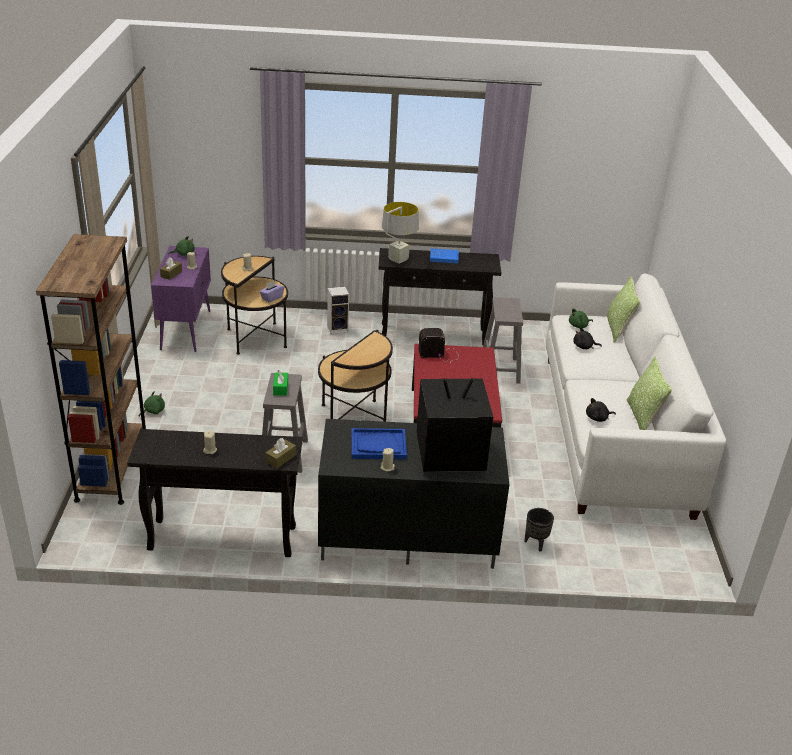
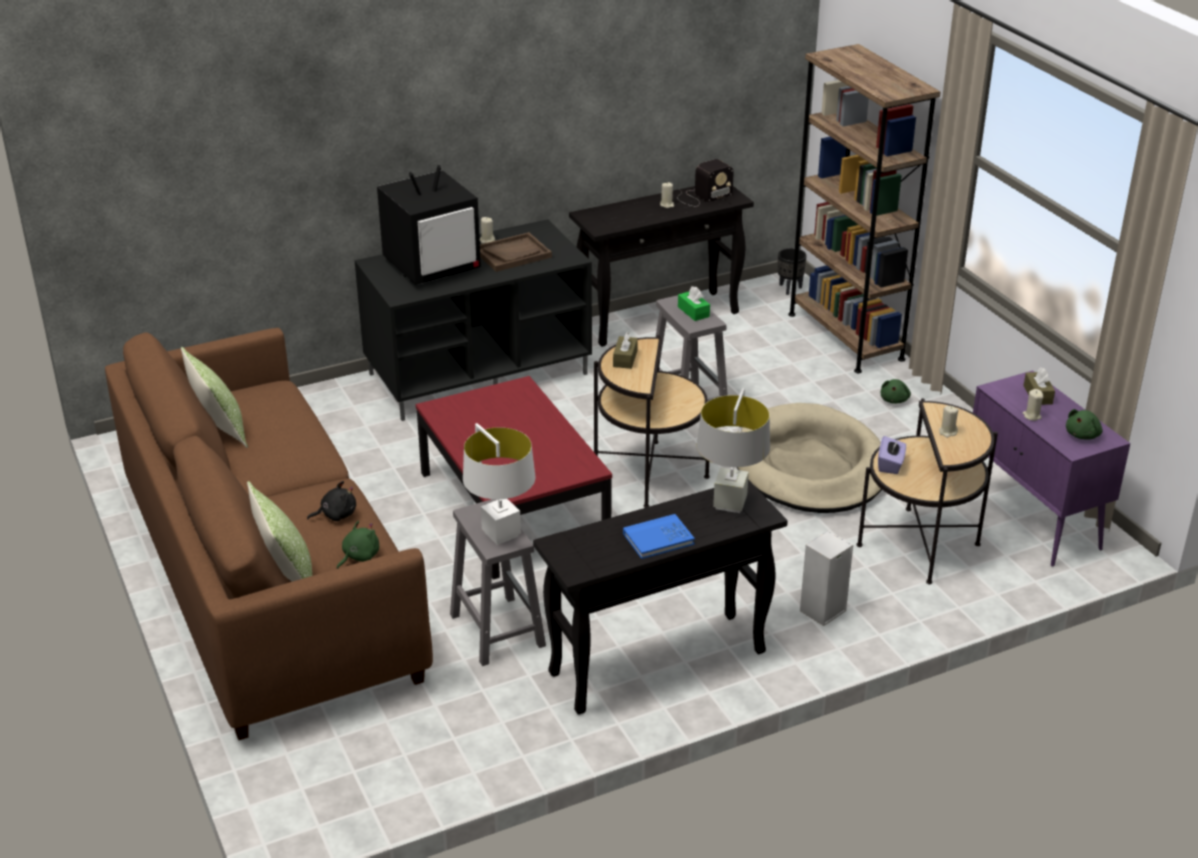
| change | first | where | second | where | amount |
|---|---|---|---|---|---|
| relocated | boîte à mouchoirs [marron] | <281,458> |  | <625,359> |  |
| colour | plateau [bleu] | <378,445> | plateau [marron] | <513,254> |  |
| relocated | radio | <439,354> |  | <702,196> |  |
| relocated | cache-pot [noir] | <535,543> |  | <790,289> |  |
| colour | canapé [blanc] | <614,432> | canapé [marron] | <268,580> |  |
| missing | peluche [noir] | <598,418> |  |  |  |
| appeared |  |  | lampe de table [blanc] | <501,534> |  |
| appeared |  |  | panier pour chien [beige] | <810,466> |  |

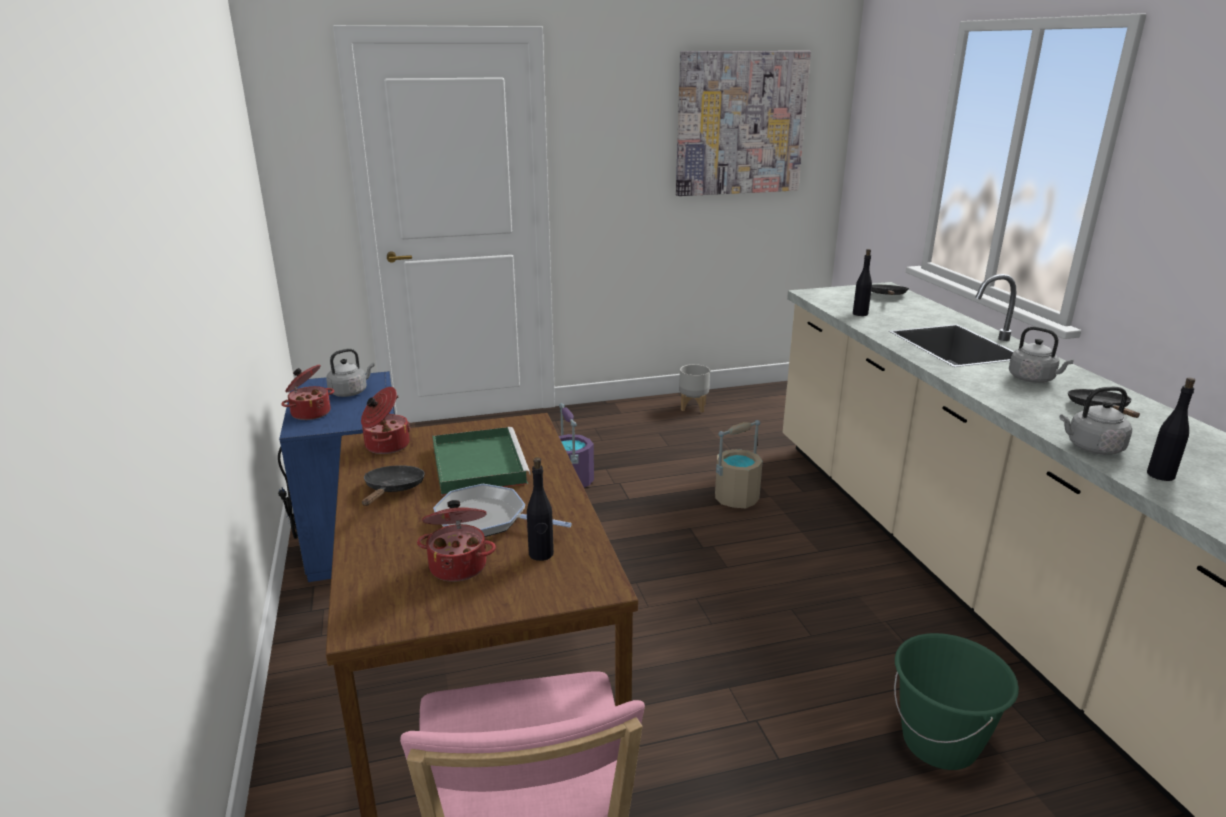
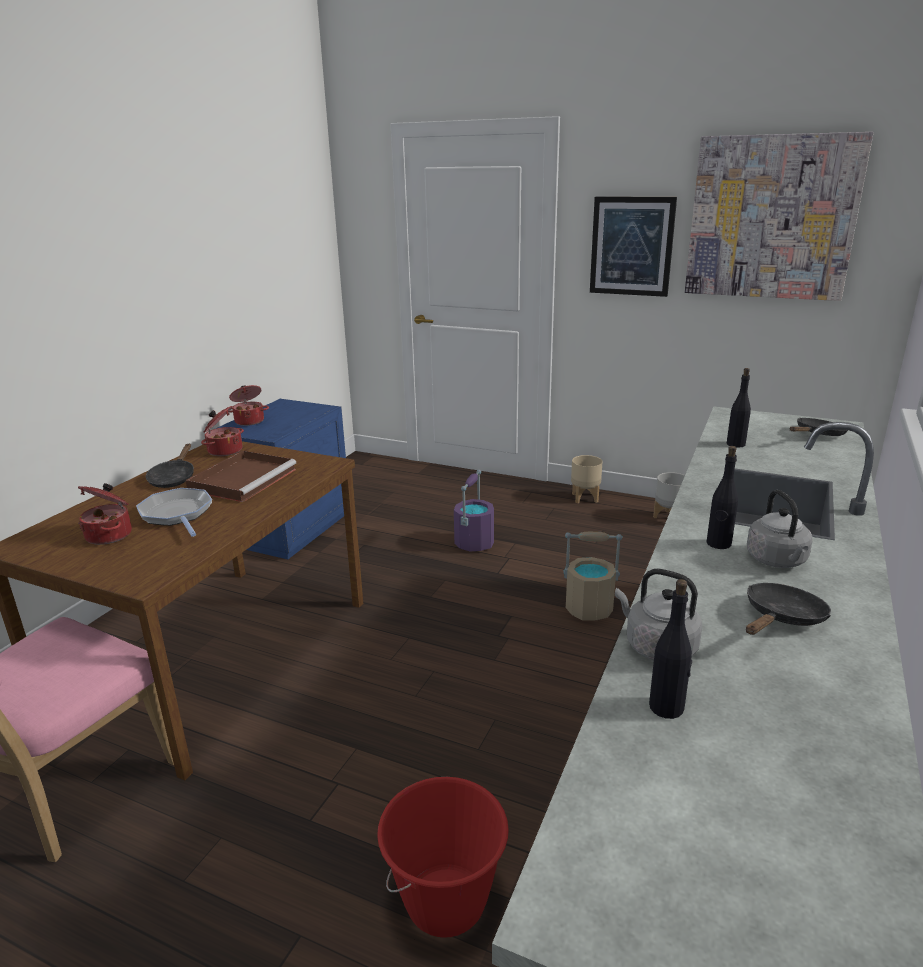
| change | first | where | second | where | amount |
|---|---|---|---|---|---|
| missing | bouilloire [gris] | <350,392> |  |  |  |
| spun | poêle [noir] | <393,490> |  | <173,478> | 135 degrees clockwise |
| colour | plateau [vert] | <477,464> | plateau [marron] | <244,479> |  |
| relocated | bouteille [noir] | <541,554> |  | <718,544> |  |
| colour | seau [vert] | <939,743> | seau [rouge] | <446,902> |  |
| appeared |  |  | cache-pot [beige] | <585,498> |  |
| appeared |  |  | tableau | <631,246> |  |

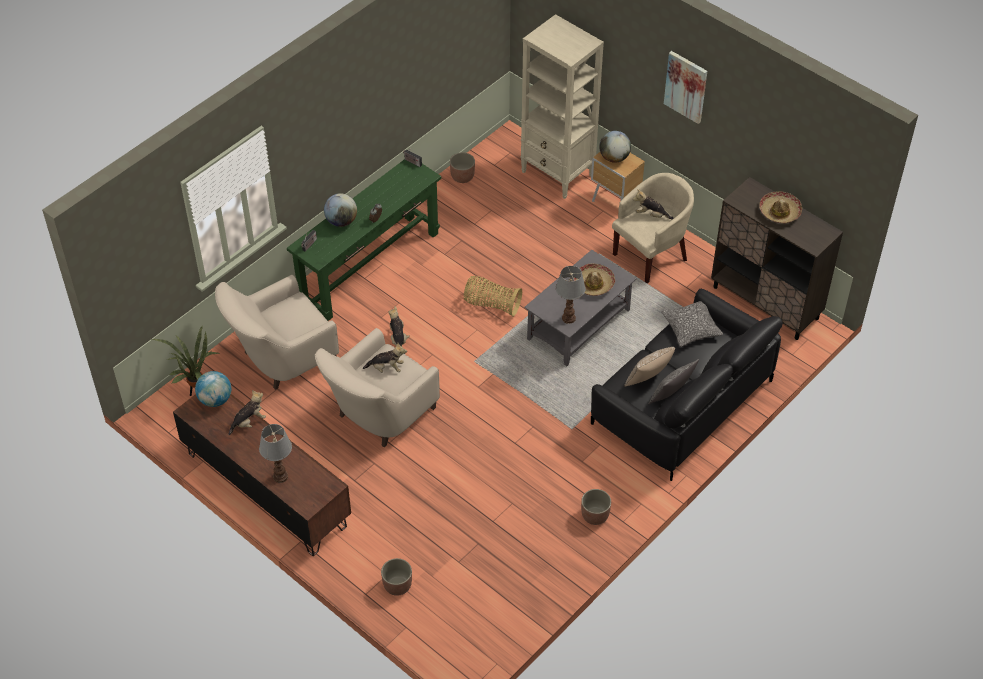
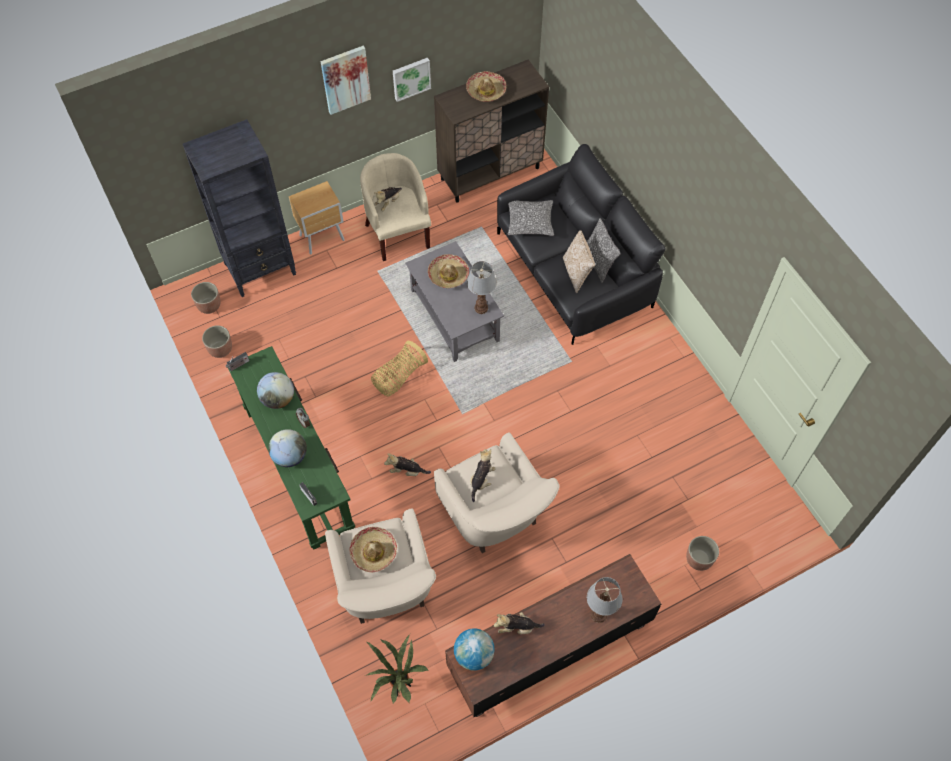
| change | first | where | second | where | amount |
|---|---|---|---|---|---|
| spun | peluche | <249,422> |  | <517,627> | 75 degrees counterclockwise |
| colour | bibliothèque [beige] | <558,174> | bibliothèque [noir] | <261,269> |  |
| relocated | cache-pot | <595,515> |  | <209,305> |  |
| relocated | globe | <614,158> |  | <278,399> |  |
| appeared |  |  | chapeau | <373,552> |  |
| appeared |  |  | tableau | <411,78> |  |

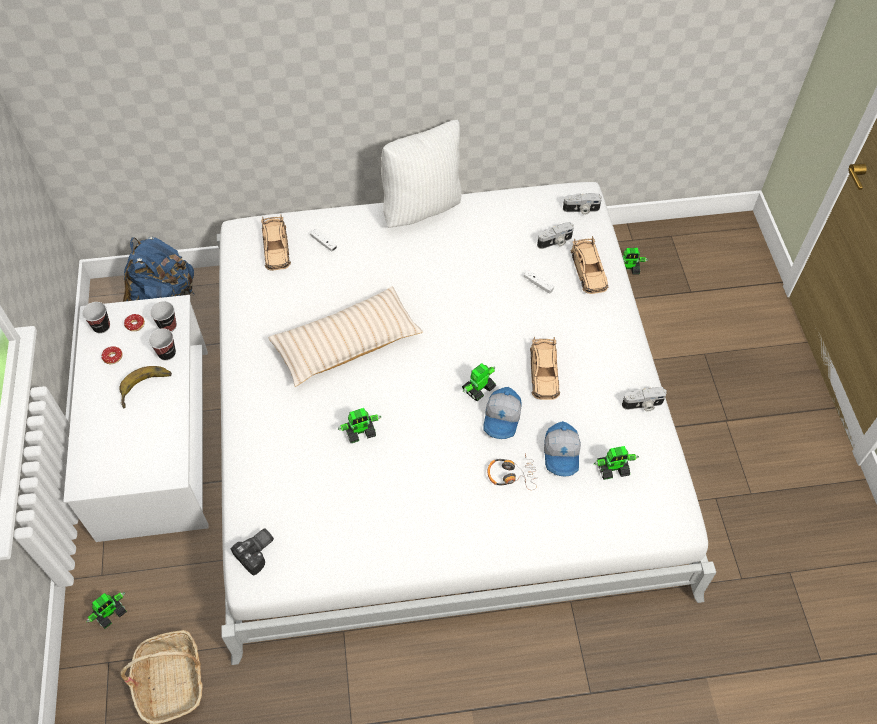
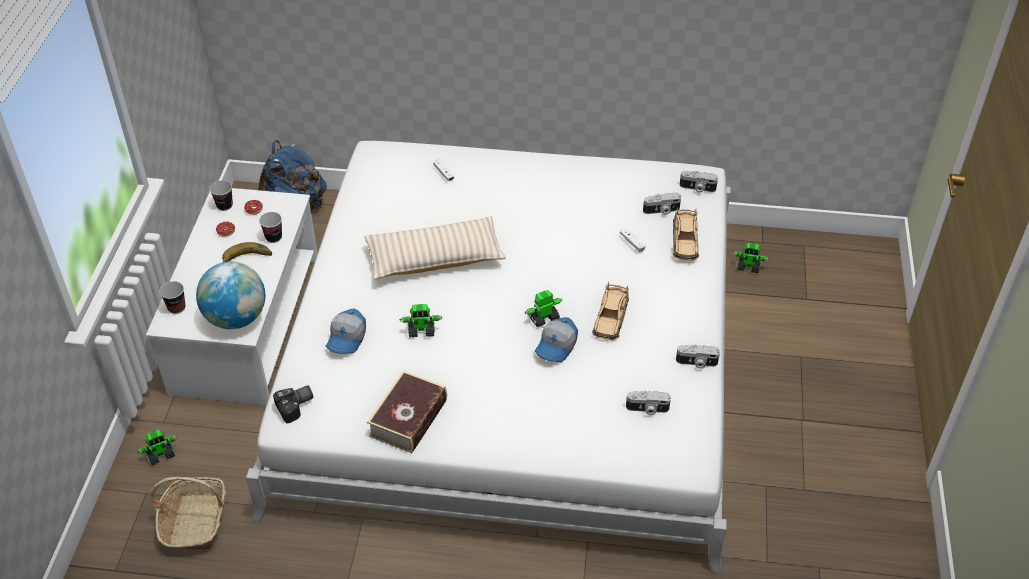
| change | first | where | second | where | amount |
|---|---|---|---|---|---|
| relocated | tasse | <168,326> |  | <176,308> |  |
| missing | petite voiture [beige] | <276,248> |  |  |  |
| missing | coussin [blanc] | <422,207> |  |  |  |
| missing | casque audio | <511,475> |  |  |  |
| relocated | casquette | <562,454> |  | <347,339> |  |
| exchanged | robot jouet | <613,469> | appareil photo | <647,409> |  |
| appeared |  |  | globe | <236,318> |  |
| appeared |  |  | livre | <408,418> |  |

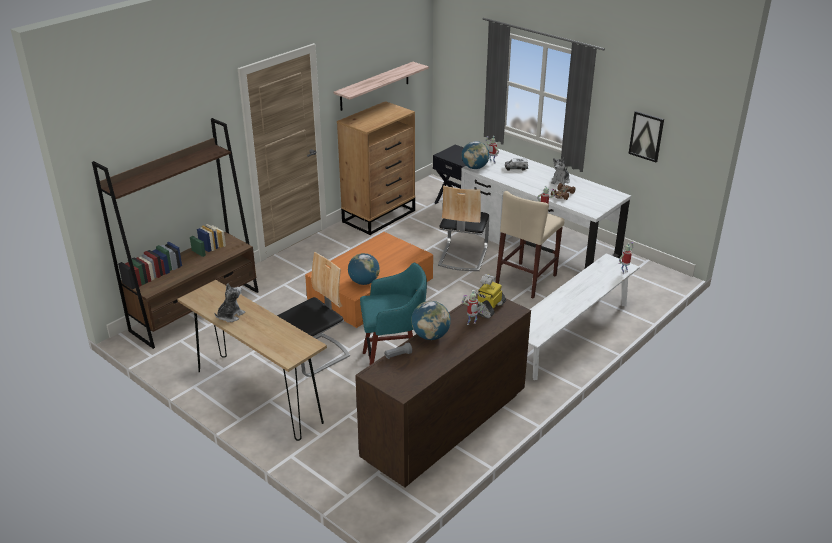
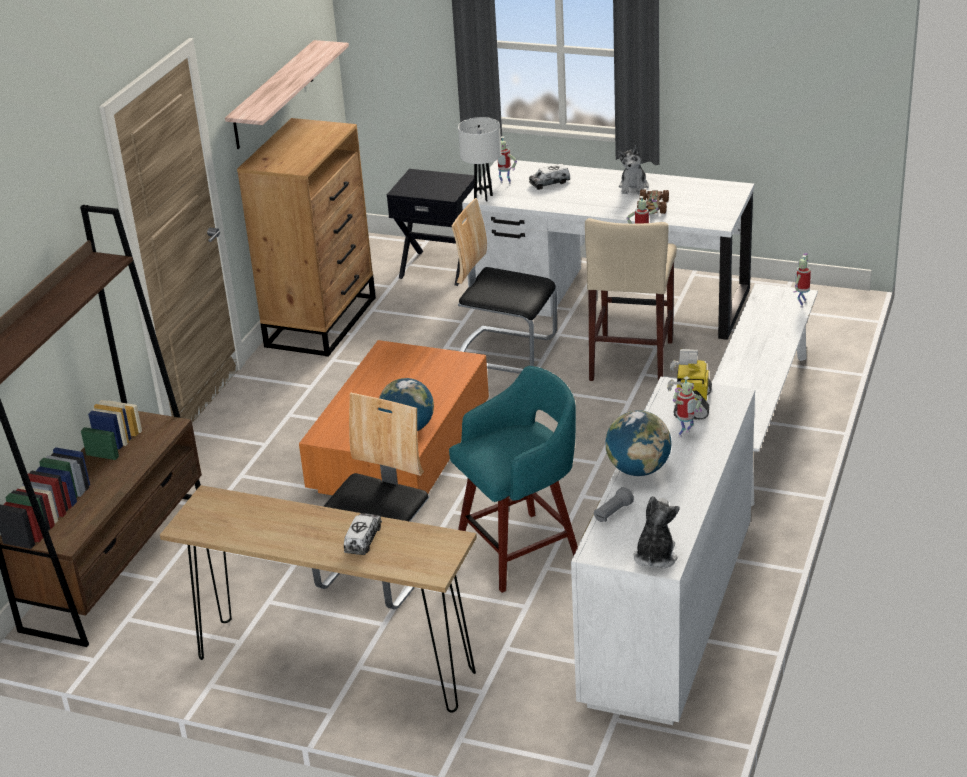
| change | first | where | second | where | amount |
|---|---|---|---|---|---|
| relocated | peluche | <230,316> |  | <655,556> |  |
| colour | commode [marron] | <444,427> | commode [blanc] | <667,618> |  |
| spun | chaise | <462,256> |  | <506,350> | 120 degrees clockwise |
| exchanged | globe | <475,167> | lampe de table [blanc] | <483,197> |  |
| missing | tableau | <646,136> |  |  |  |
| appeared |  |  | camion jouet | <363,540> |  |

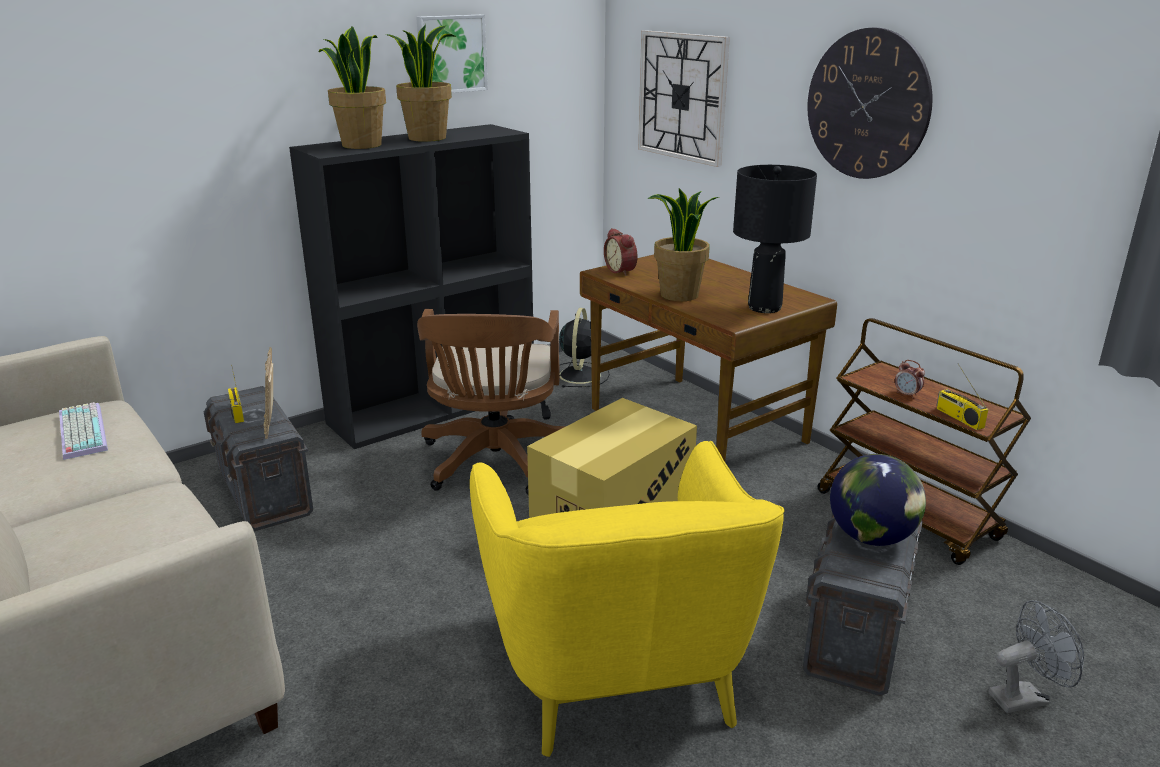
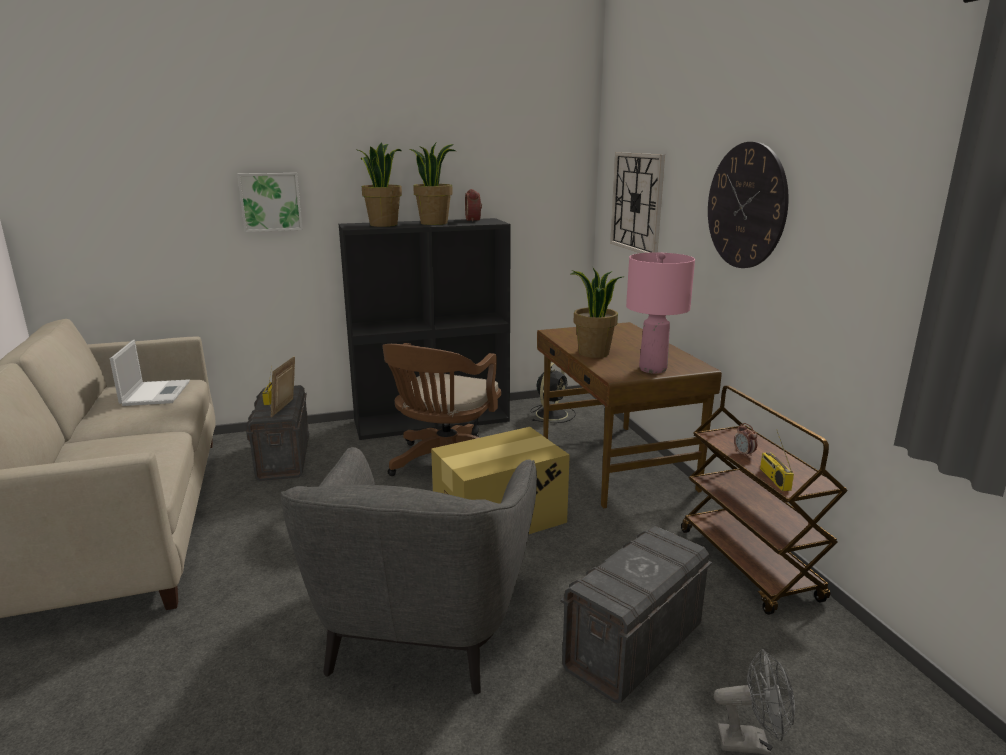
| change | first | where | second | where | amount |
|---|---|---|---|---|---|
| exchanged | clavier | <80,431> | ordinateur portable | <156,393> |  |
| relocated | tableau | <451,54> |  | <270,202> |  |
| colour | fauteuil [jaune] | <616,667> | fauteuil [gris] | <422,625> |  |
| relocated | réveil | <622,271> |  | <474,220> |  |
| colour | lampe de table [noir] | <765,308> | lampe de table [rose] | <653,369> |  |
| missing | globe | <871,537> |  |  |  |

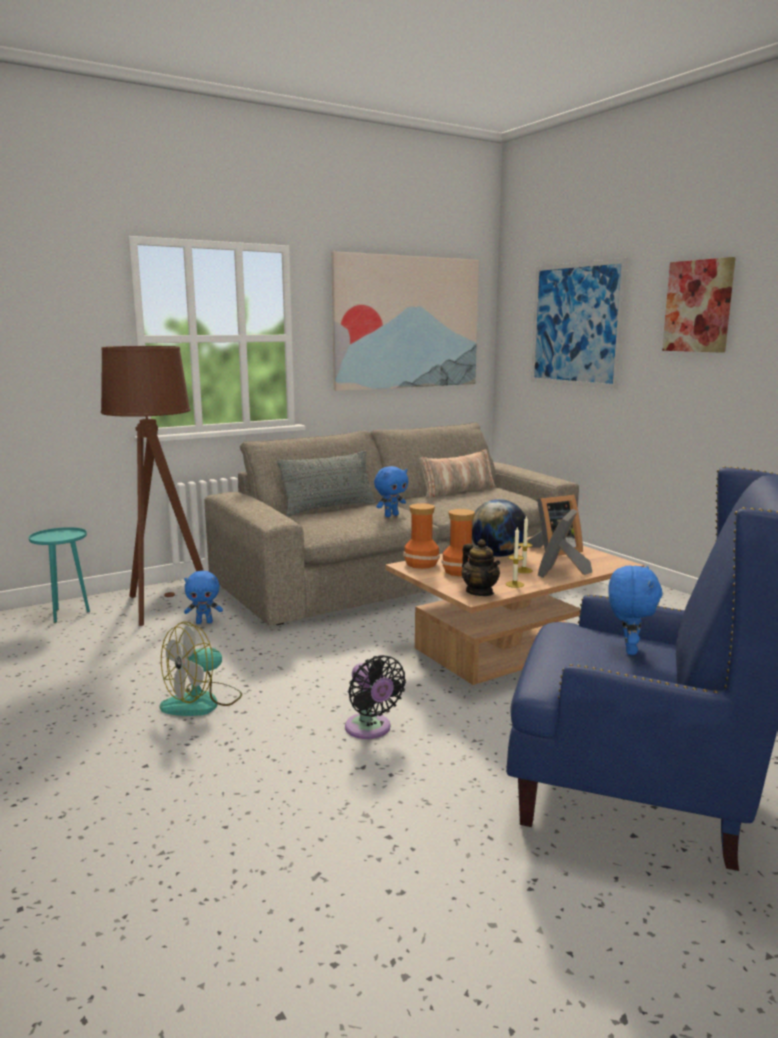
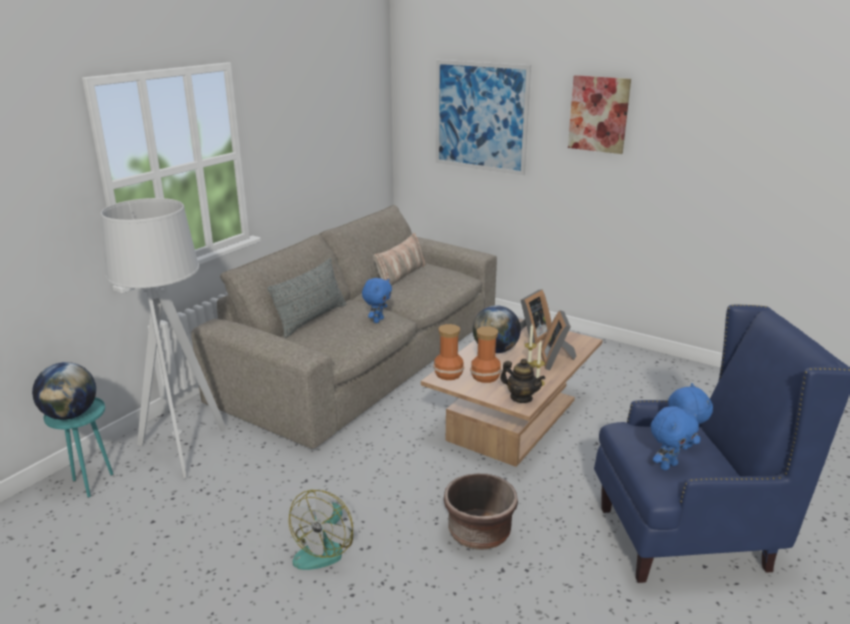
| change | first | where | second | where | amount |
|---|---|---|---|---|---|
| colour | lampadaire [marron] | <162,607> | lampadaire [gris] | <183,449> |  |
| relocated | peluche [bleu] | <204,622> |  | <667,465> |  |
| missing | tableau | <407,322> |  |  |  |
| exchanged | ventilateur [noir] | <370,729> | cache-pot [marron] | <479,533> |  |
| appeared |  |  | globe | <70,415> |  |

